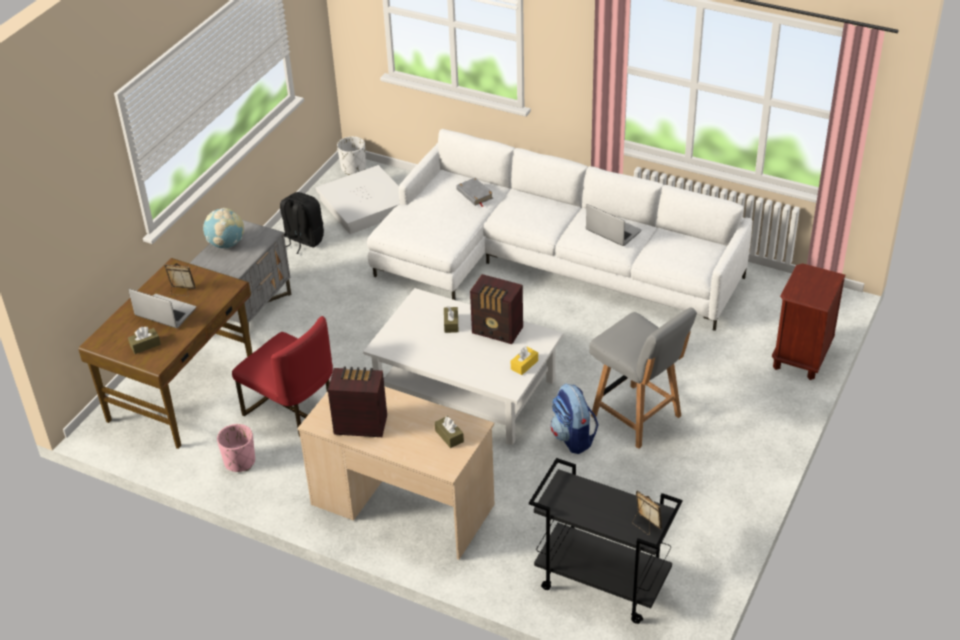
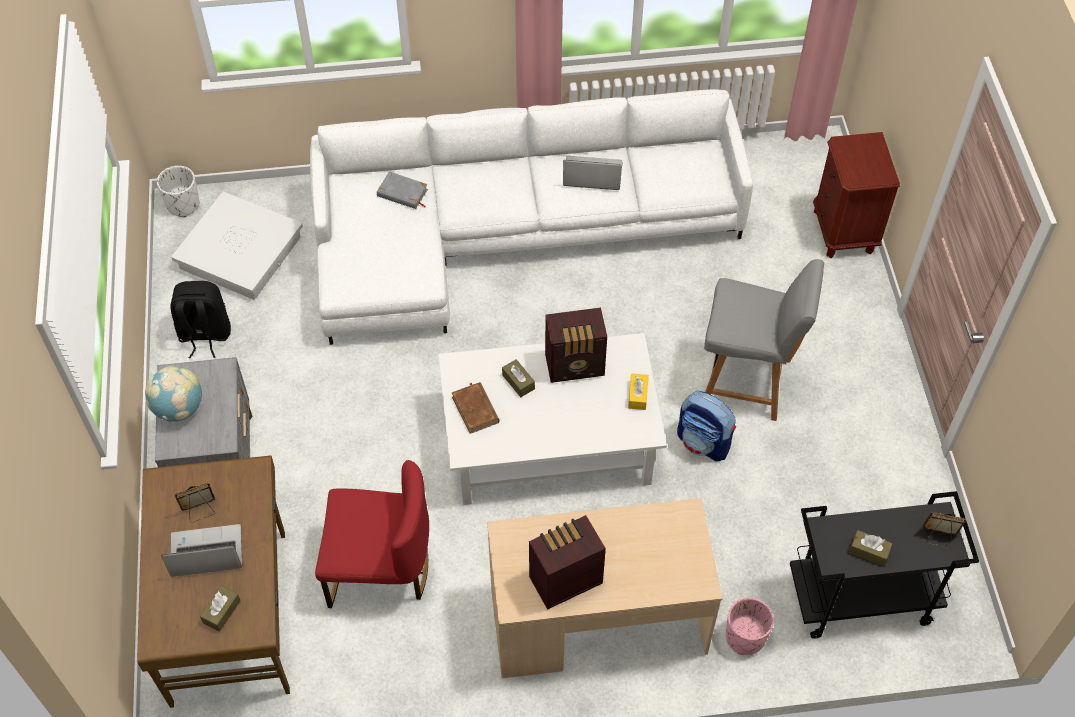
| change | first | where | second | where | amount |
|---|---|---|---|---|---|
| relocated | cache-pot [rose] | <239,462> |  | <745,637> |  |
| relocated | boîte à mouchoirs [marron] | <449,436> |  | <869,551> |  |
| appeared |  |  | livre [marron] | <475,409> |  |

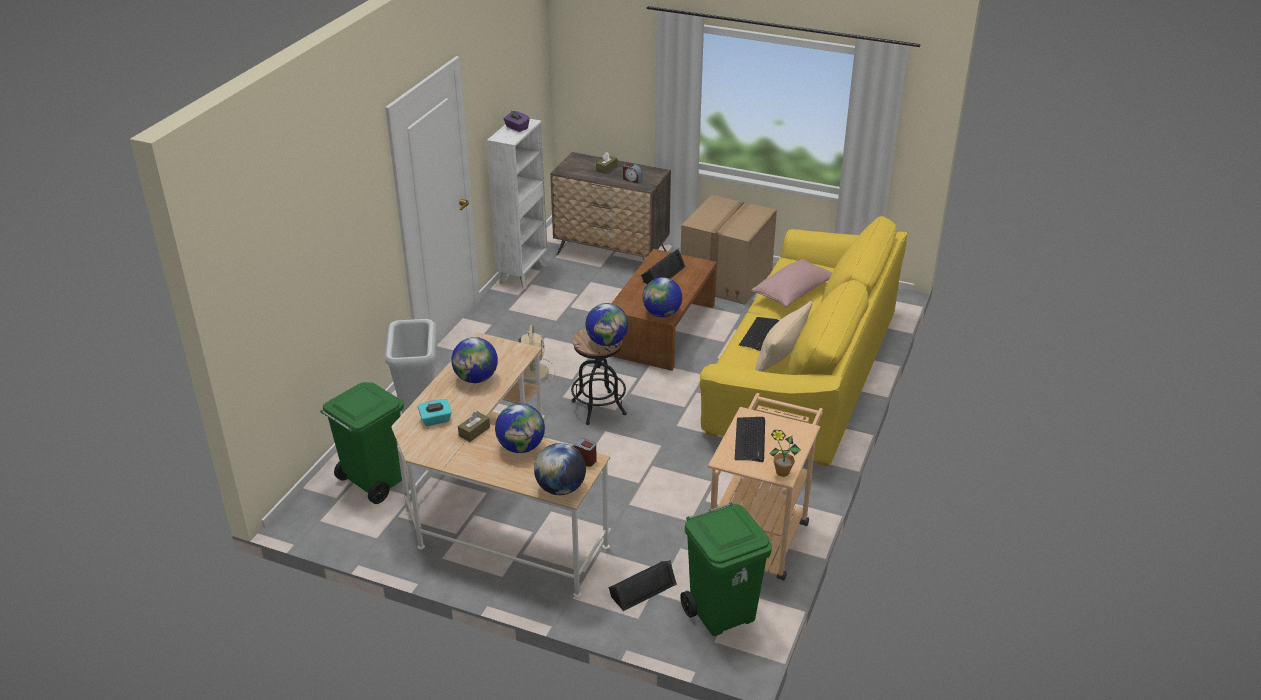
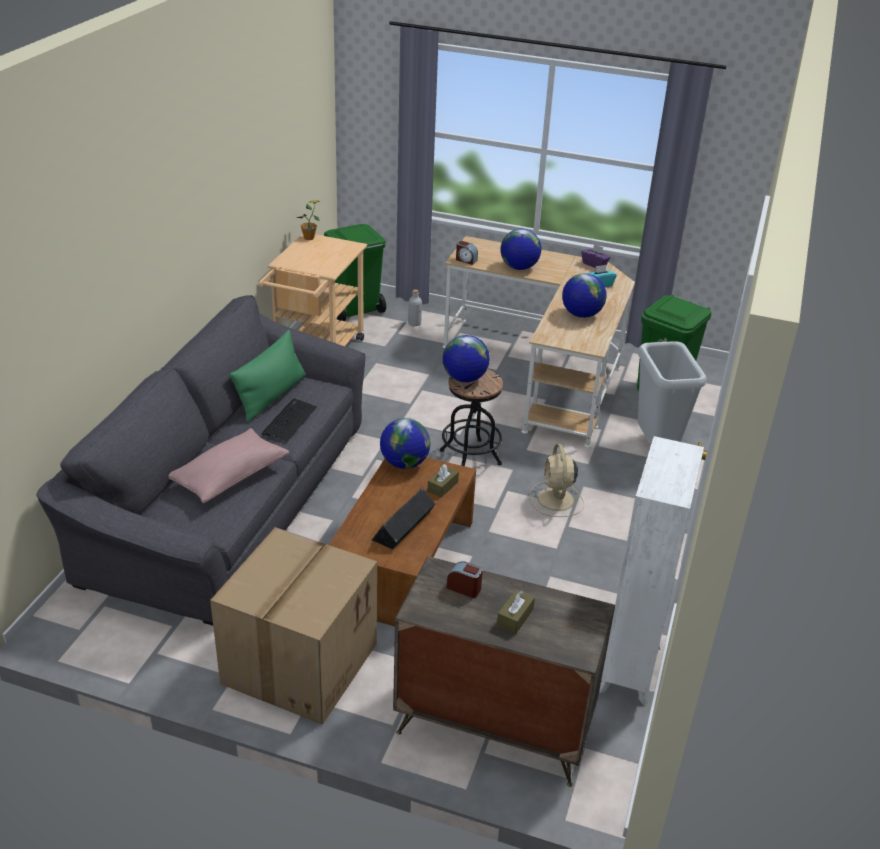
| change | first | where | second | where | amount |
|---|---|---|---|---|---|
| relocated | boîte à mouchoirs [marron] | <474,431> |  | <442,486> |  |
| relocated | boîte à mouchoirs [violet] | <516,128> |  | <594,264> |  |
| missing | globe | <560,488> |  |  |  |
| exchanged | enceinte [noir] | <642,588> | bouteille [gris] | <414,323> |  |
| colour | canapé [jaune] | <803,372> | canapé [gris] | <230,500> |  |
| missing | clavier | <750,440> |  |  |  |
| colour | coussin [beige] | <781,356> | coussin [vert] | <271,396> |  |

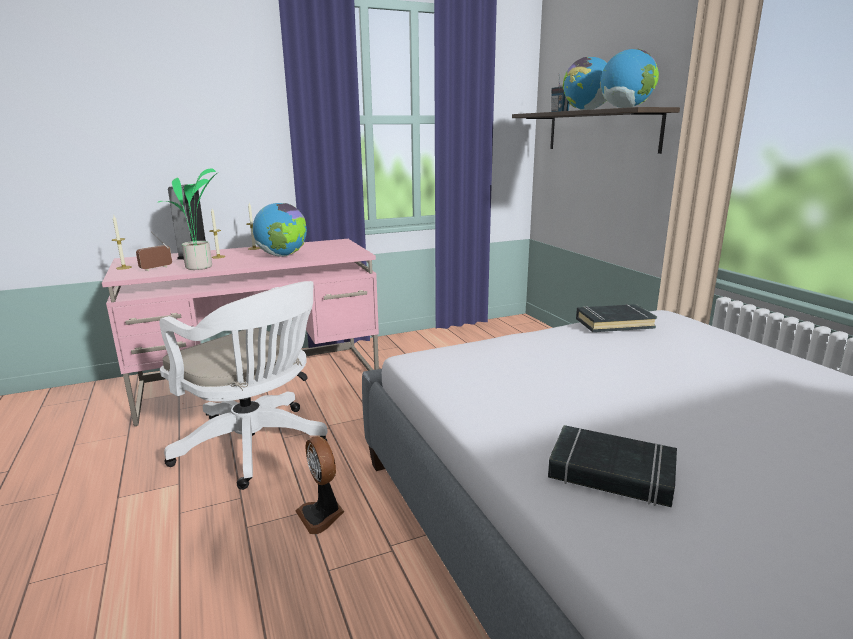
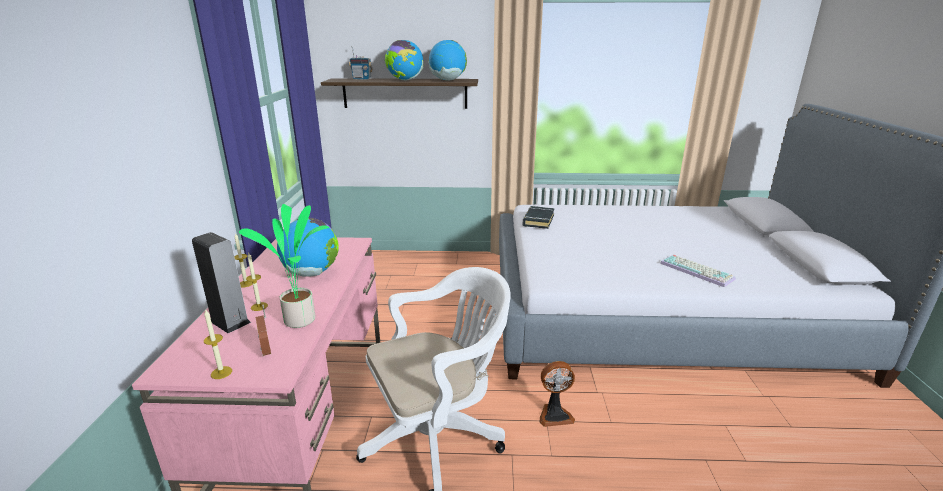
| change | first | where | second | where | amount |
|---|---|---|---|---|---|
| exchanged | livre [noir] | <611,473> | clavier | <698,271> |  |

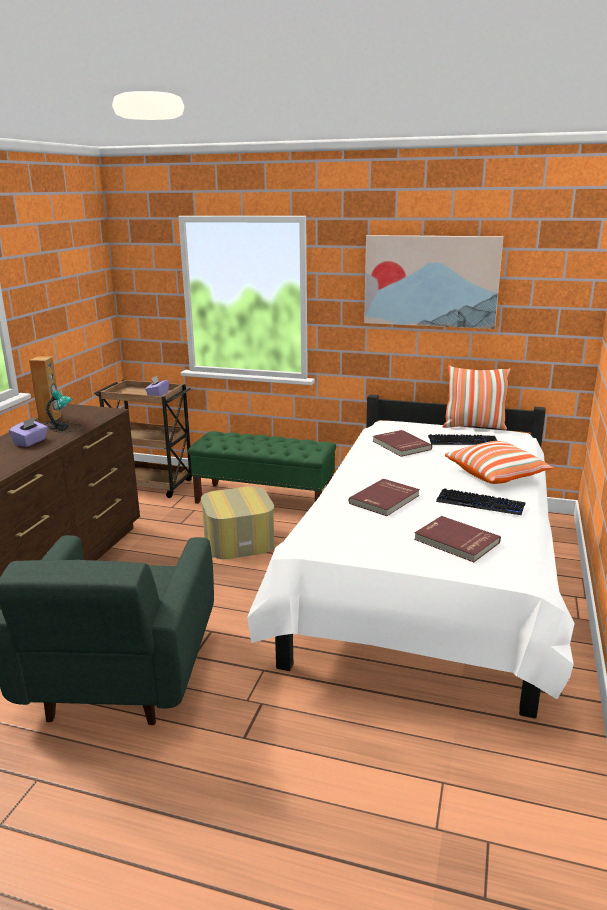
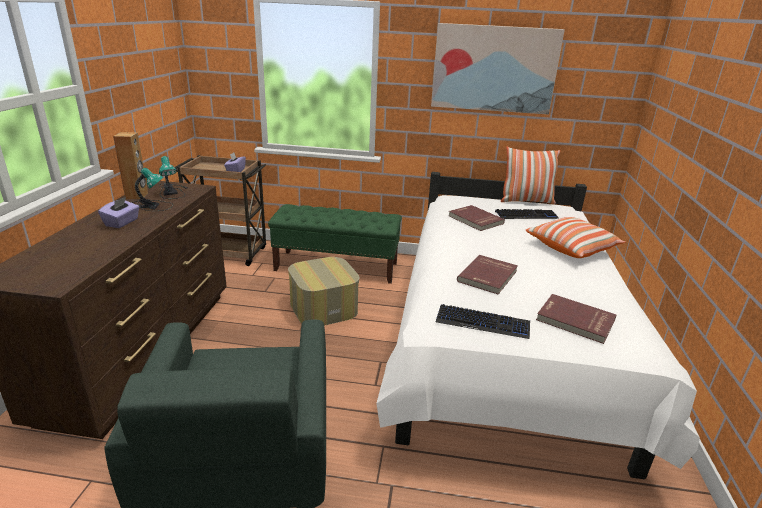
| change | first | where | second | where | amount |
|---|---|---|---|---|---|
| relocated | clavier | <480,503> |  | <482,323> |  |
| appeared |  |  | lampe de table | <171,191> |  |

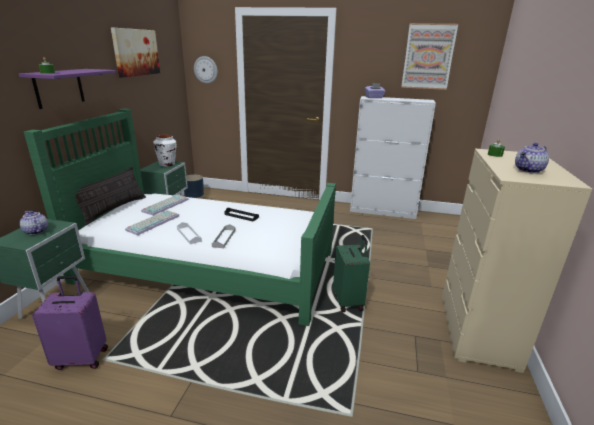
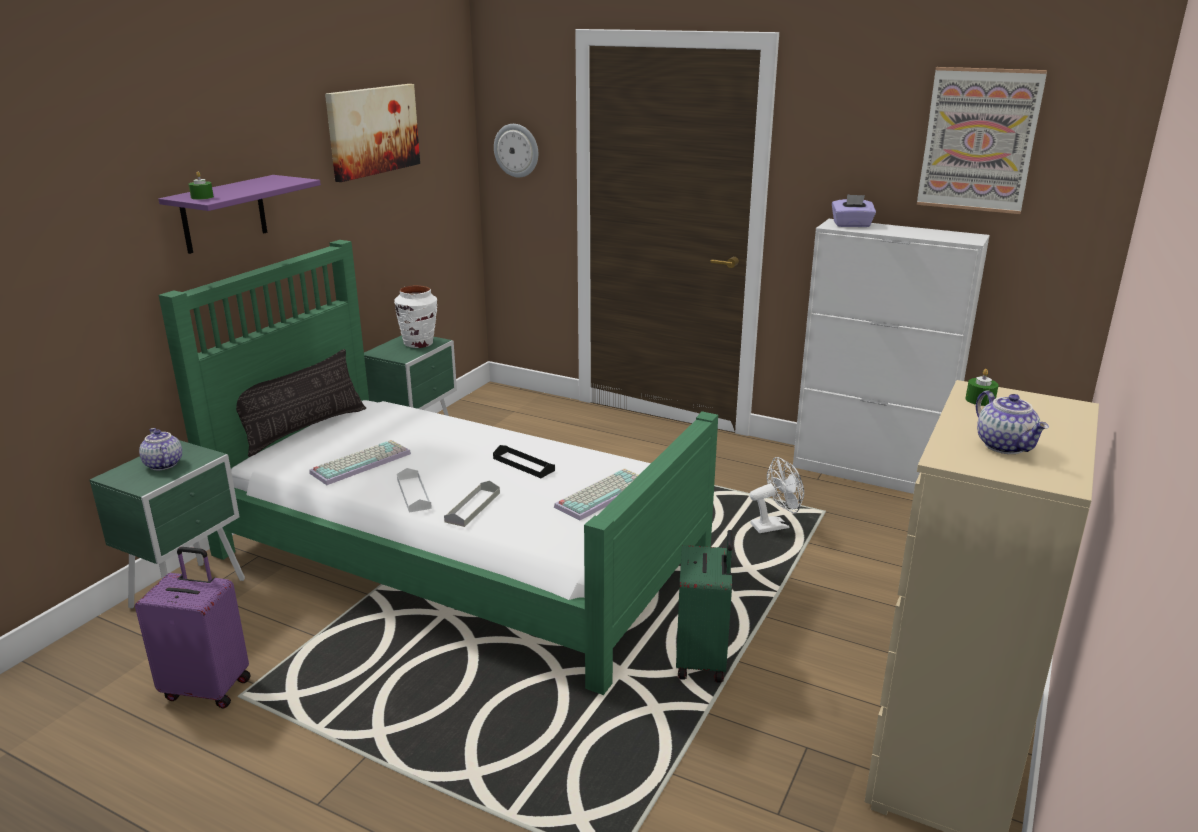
| change | first | where | second | where | amount |
|---|---|---|---|---|---|
| relocated | clavier | <165,205> |  | <602,494> |  |
| missing | cache-pot [bleu] | <194,194> |  |  |  |
| spun | théière | <529,170> |  | <1006,446> | 90 degrees counterclockwise |
| appeared |  |  | ventilateur [blanc] | <774,525> |  |

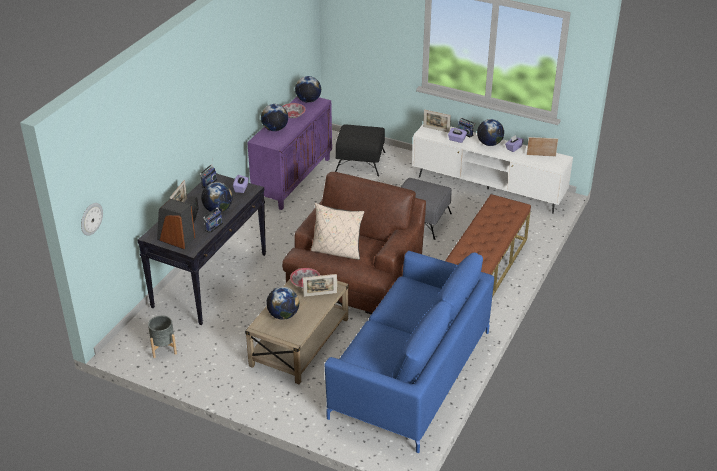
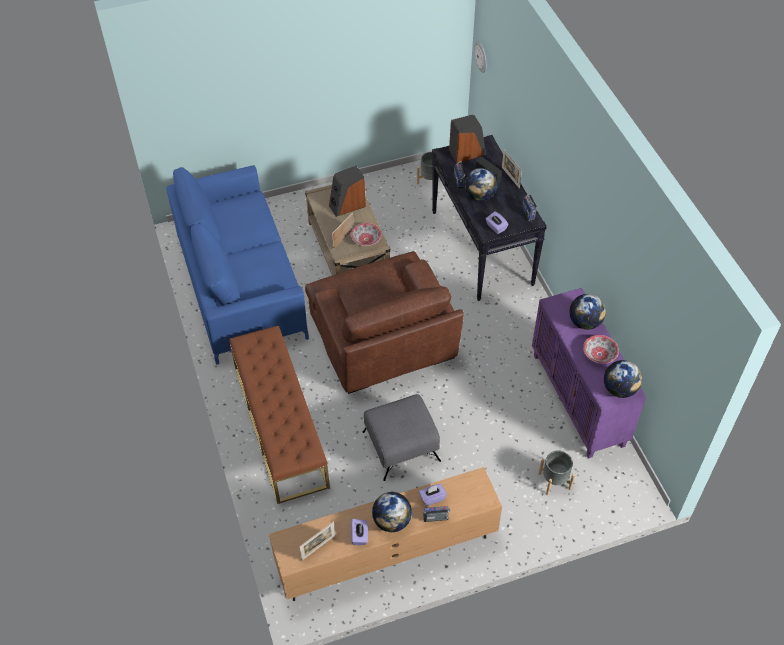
| change | first | where | second | where | amount |
|---|---|---|---|---|---|
| exchanged | globe | <283,315> | enceinte | <347,205> |  |
| missing | coussin [beige] | <337,251> |  |  |  |
| exchanged | pouf [noir] | <360,162> | cache-pot [gris] | <555,481> |  |
| colour | meuble télé [blanc] | <487,189> | meuble télé [marron] | <386,552> |  |
| missing | cadre photo | <436,129> |  |  |  |

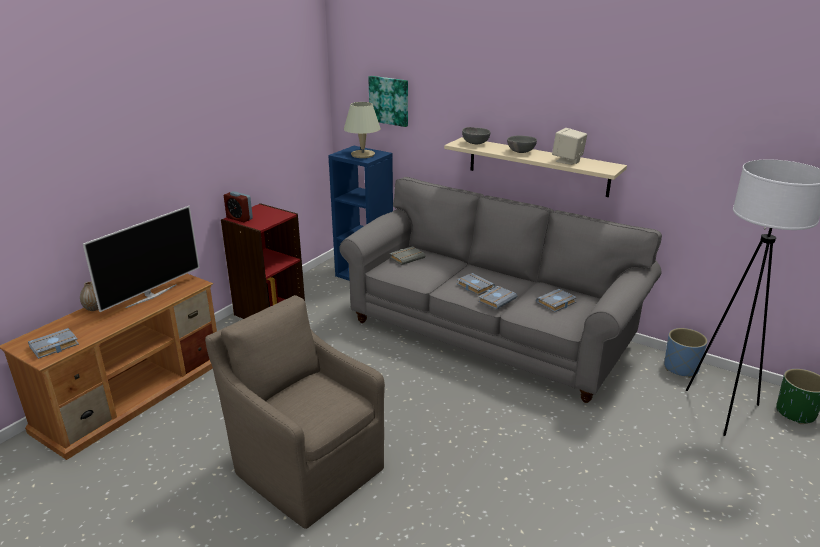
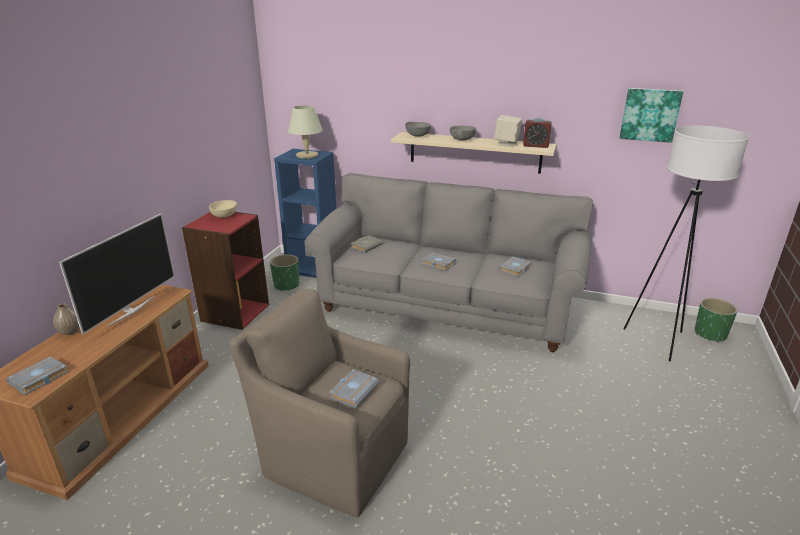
| change | first | where | second | where | amount |
|---|---|---|---|---|---|
| relocated | réveil | <239,218> |  | <535,146> |  |
| relocated | tableau | <389,100> |  | <650,114> |  |
| relocated | livre [gris] | <496,299> |  | <353,390> |  |
| missing | cache-pot [bleu] | <681,368> |  |  |  |
| appeared |  |  | bol [beige] | <225,216> |  |
| appeared |  |  | cache-pot [vert] | <287,285> |  |

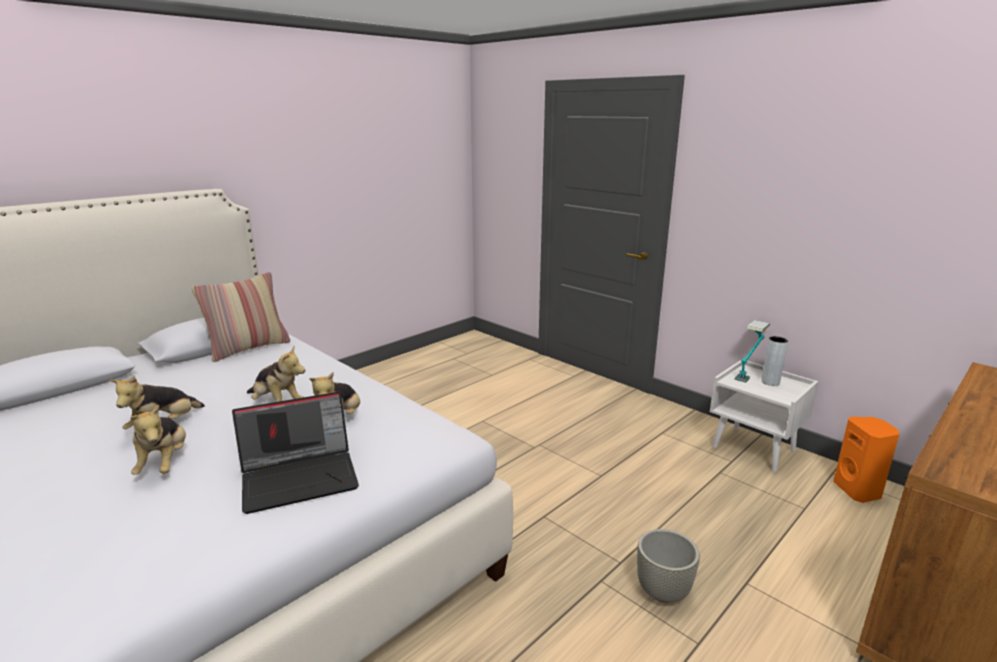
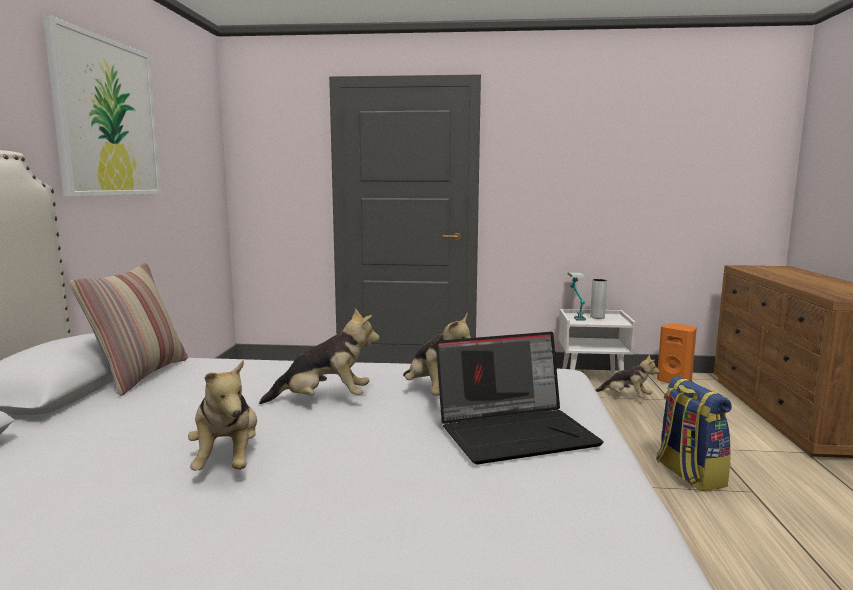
| change | first | where | second | where | amount |
|---|---|---|---|---|---|
| relocated | peluche | <164,463> |  | <626,397> |  |
| spun | ordinateur portable | <301,477> |  | <516,432> | 45 degrees clockwise |
| exchanged | cache-pot [gris] | <662,591> | sac à dos | <688,474> |  |
| appeared |  |  | tableau | <107,118> |  |

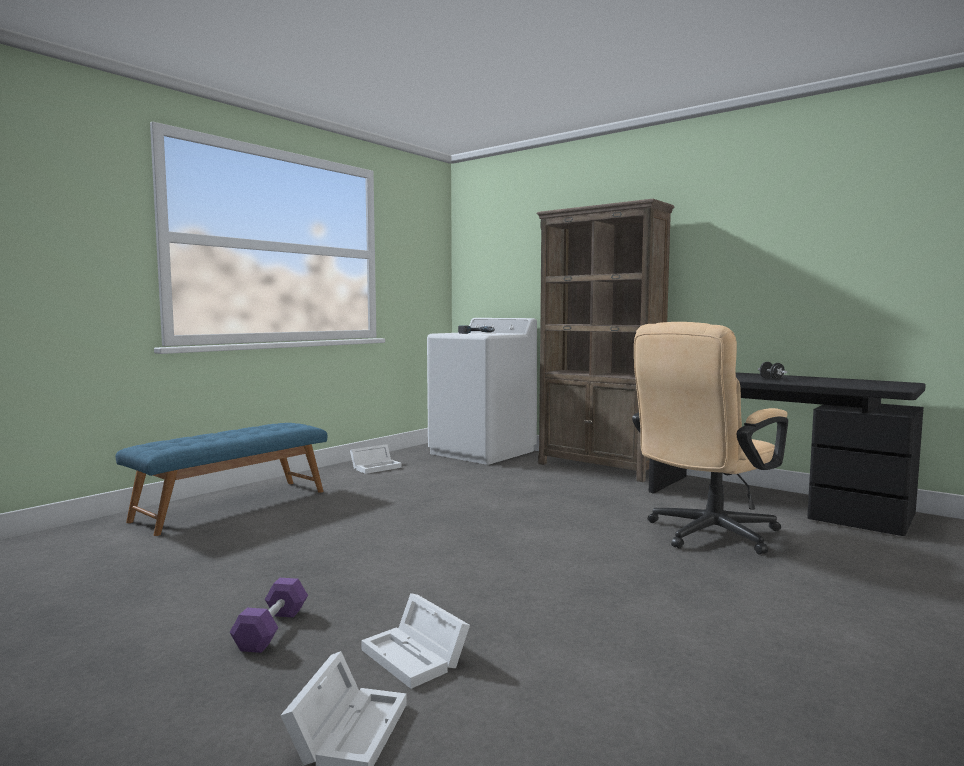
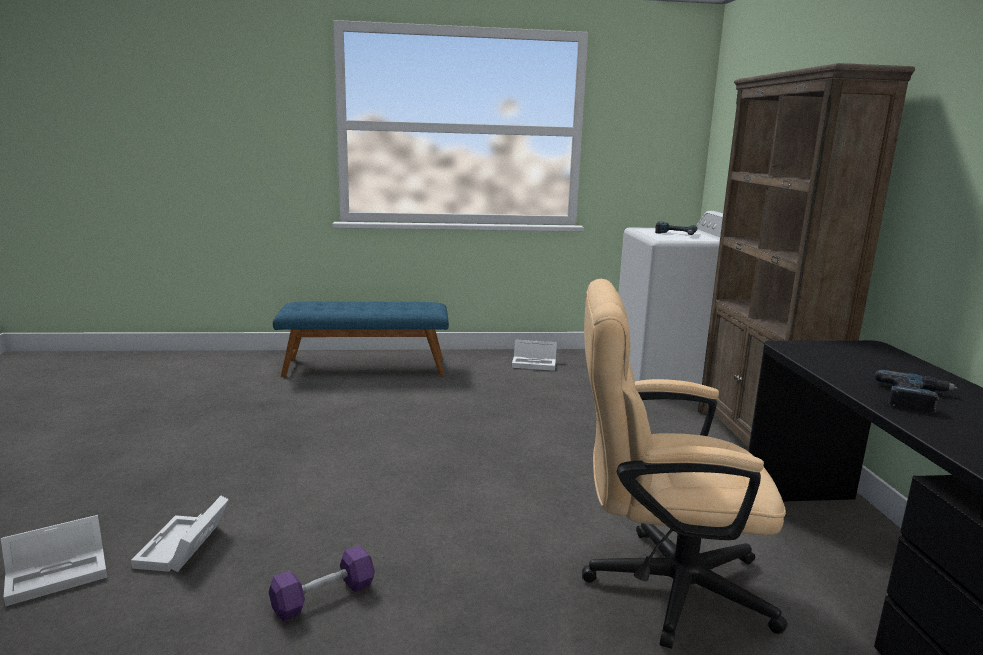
| change | first | where | second | where | amount |
|---|---|---|---|---|---|
| relocated | haltère [violet] | <271,629> |  | <323,597> |  |
| exchanged | haltère [noir] | <771,379> | perceuse | <916,399> |  |

